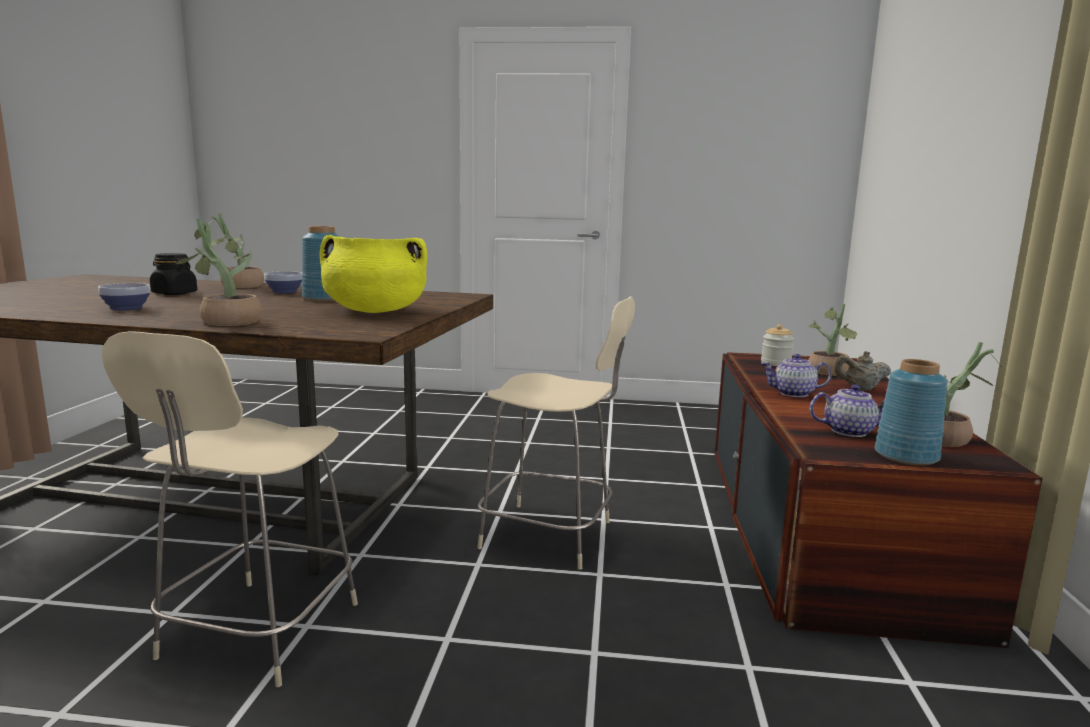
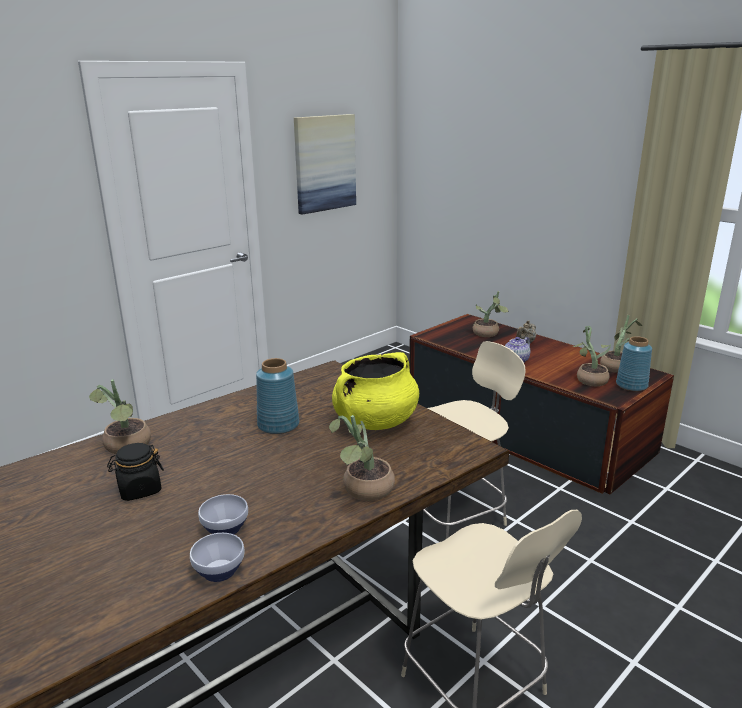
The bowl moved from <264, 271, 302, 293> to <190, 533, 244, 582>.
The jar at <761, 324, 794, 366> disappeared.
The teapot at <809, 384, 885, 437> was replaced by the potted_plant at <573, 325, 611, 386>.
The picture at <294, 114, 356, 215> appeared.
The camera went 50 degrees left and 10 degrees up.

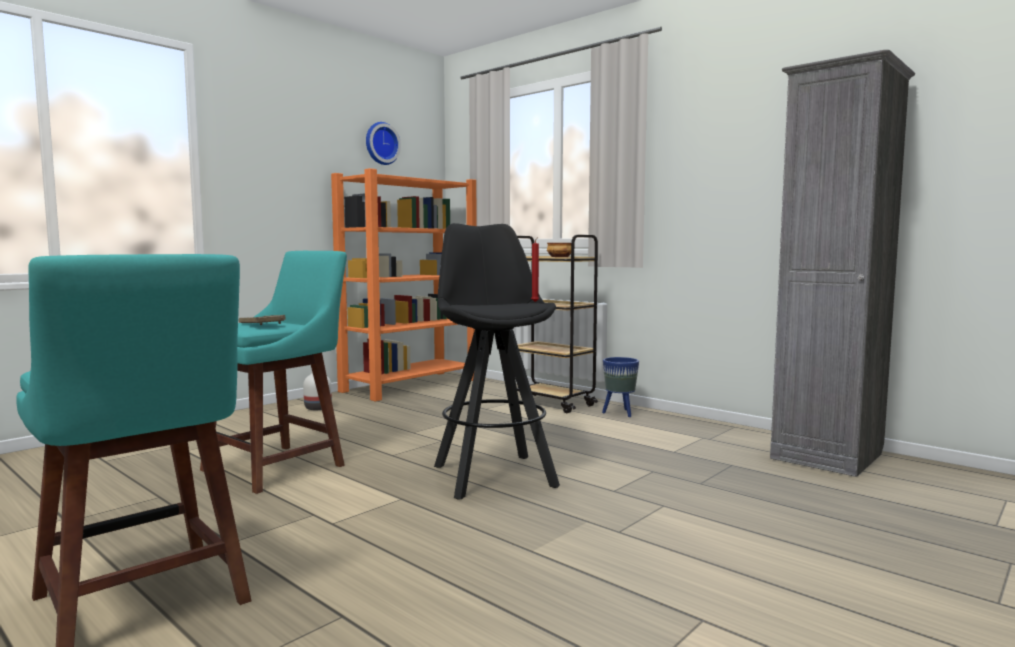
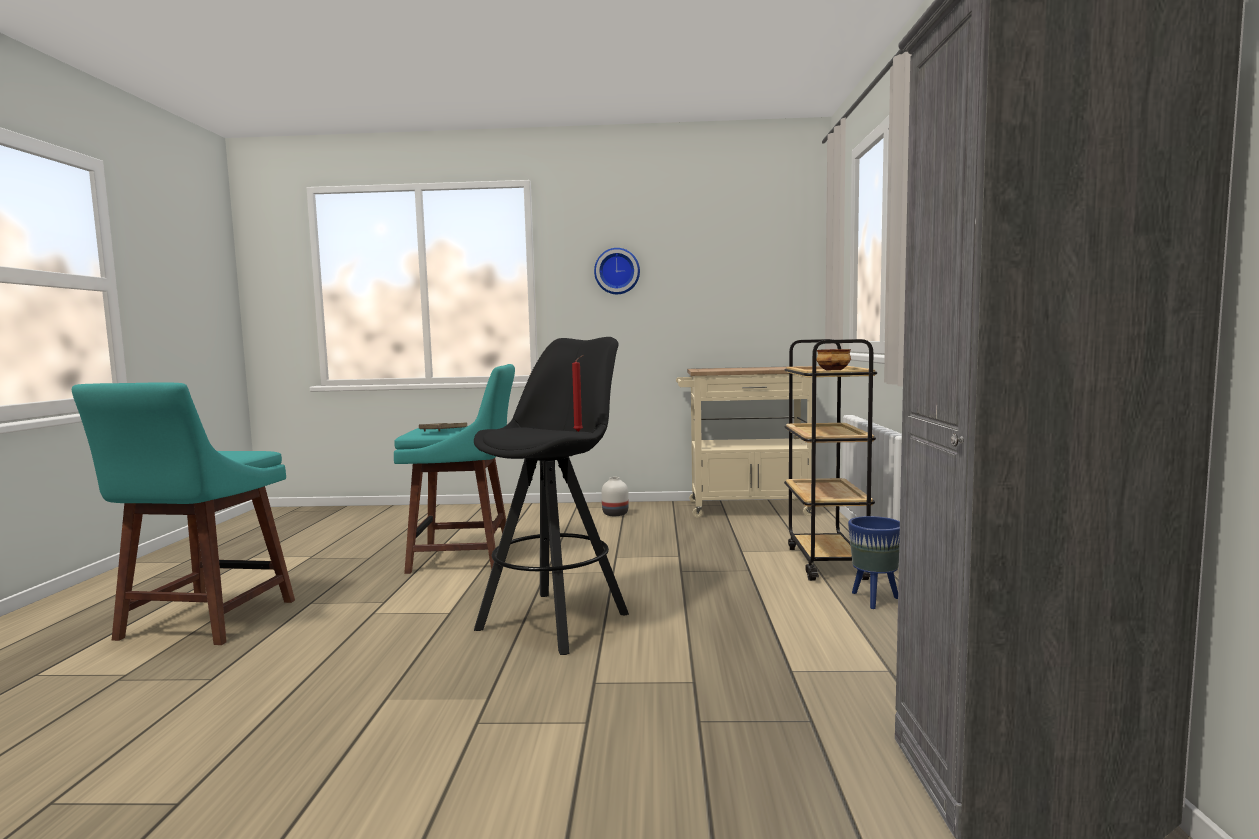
The orange_bookcase at <331, 168, 477, 401> was replaced by the beige_cart at <676, 366, 812, 518>.
The wall_clock moved from <366, 122, 401, 165> to <594, 248, 640, 294>.
The camera went 50 degrees right and 0 degrees up.

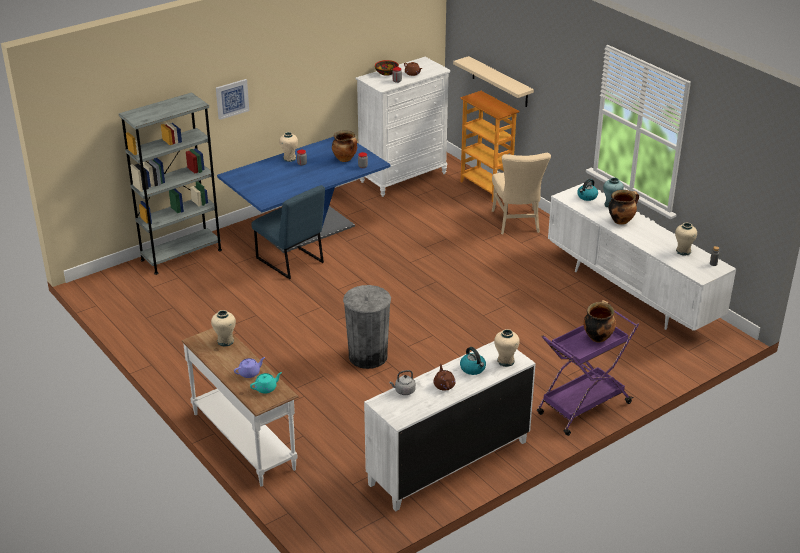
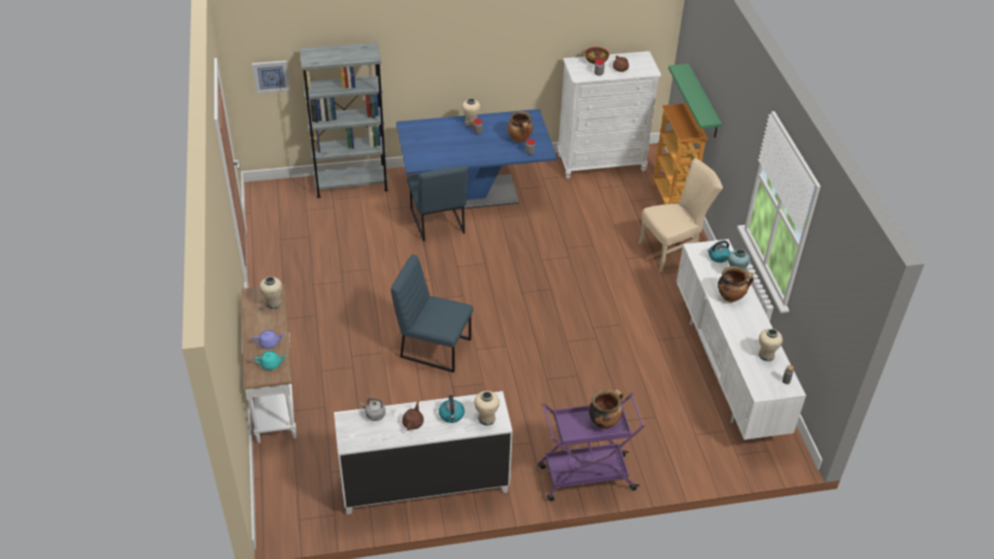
The picture moved from <216, 79, 249, 120> to <252, 61, 290, 93>.
The grey_trash_can at <343, 285, 391, 369> was replaced by the blue_chair at <391, 254, 473, 373>.
The beige_shelf at <453, 56, 534, 107> became the green_shelf at <668, 64, 722, 138>.
The beige_chair at <492, 153, 551, 234> turned 135 degrees counterclockwise.
The camera went 25 degrees right and 10 degrees up.

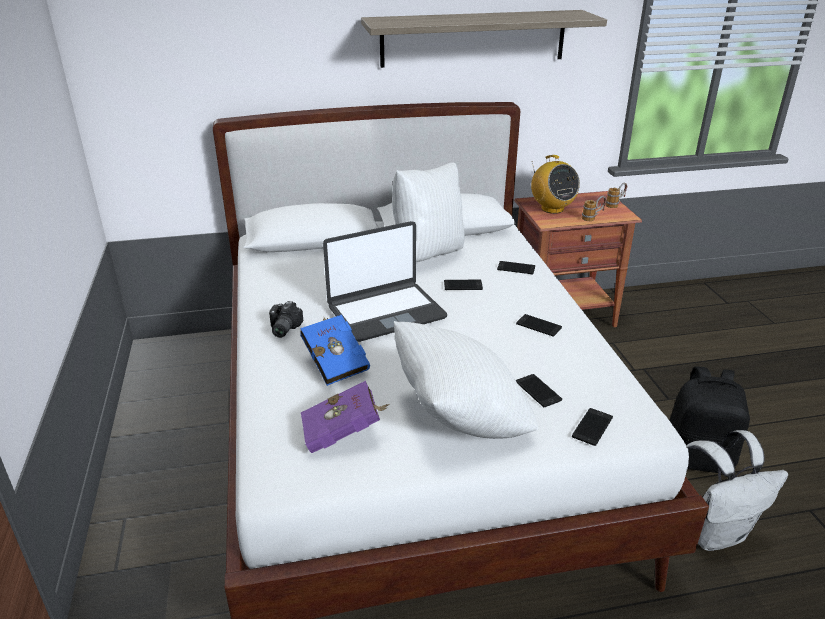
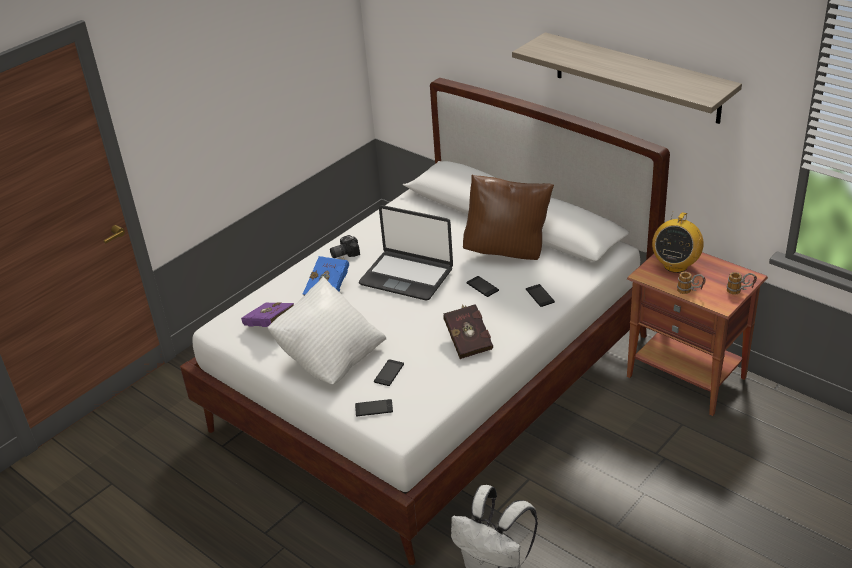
The white_pillow at <392, 162, 465, 262> became the brown_pillow at <463, 175, 554, 260>.
The phone at <516, 314, 562, 337> was replaced by the red_book at <443, 304, 493, 359>.
The black_backpack at <669, 366, 750, 474> disappeared.
The camera went 55 degrees right and 5 degrees up.

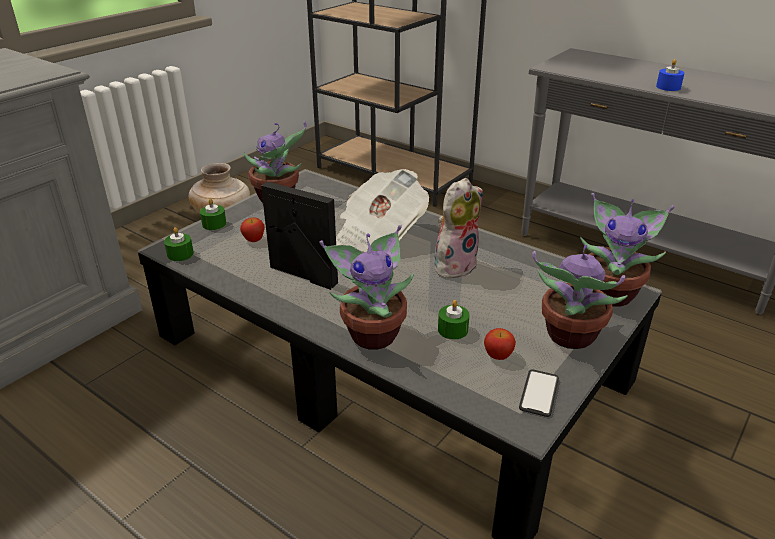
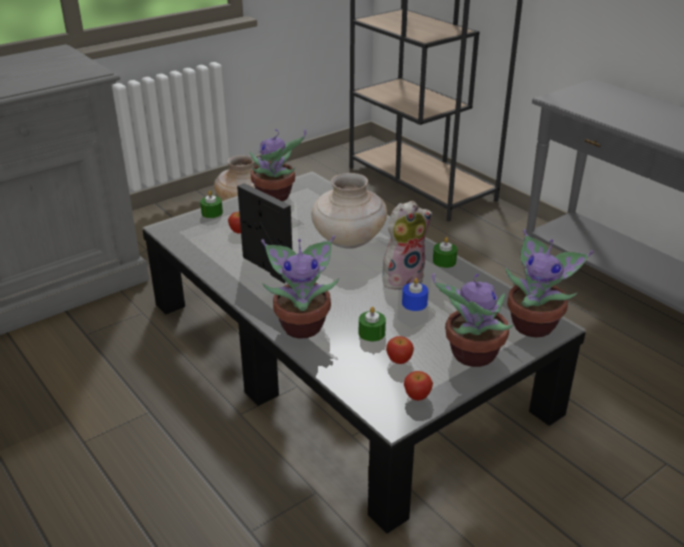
The green_candle moved from <164, 227, 194, 261> to <433, 237, 457, 268>.
The newspaper at <336, 169, 429, 252> was replaced by the beige_vase at <311, 173, 387, 249>.
The phone at <519, 369, 559, 417> was replaced by the apple at <404, 371, 433, 401>.
The blue_candle moved from <656, 59, 685, 91> to <402, 278, 428, 311>.
The camera went 15 degrees right and 0 degrees up.

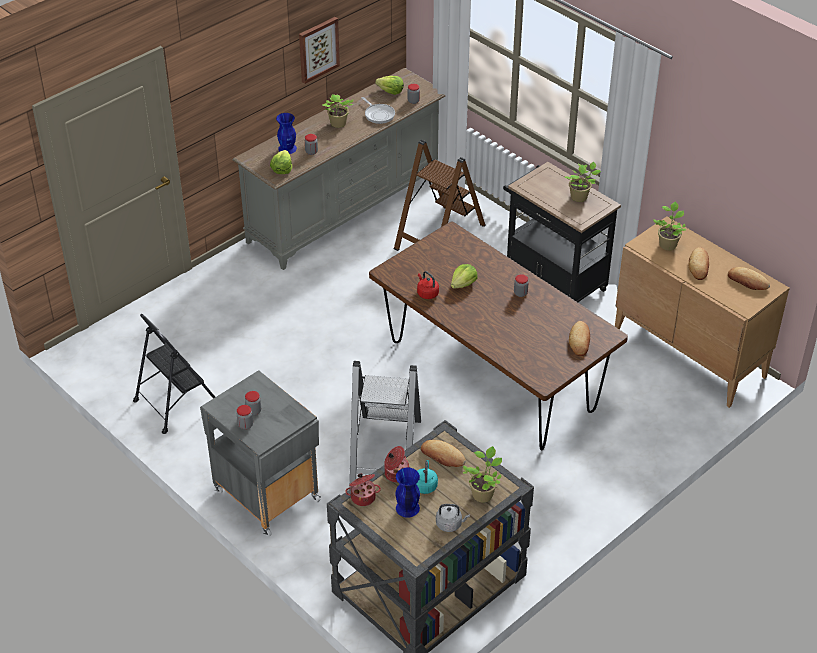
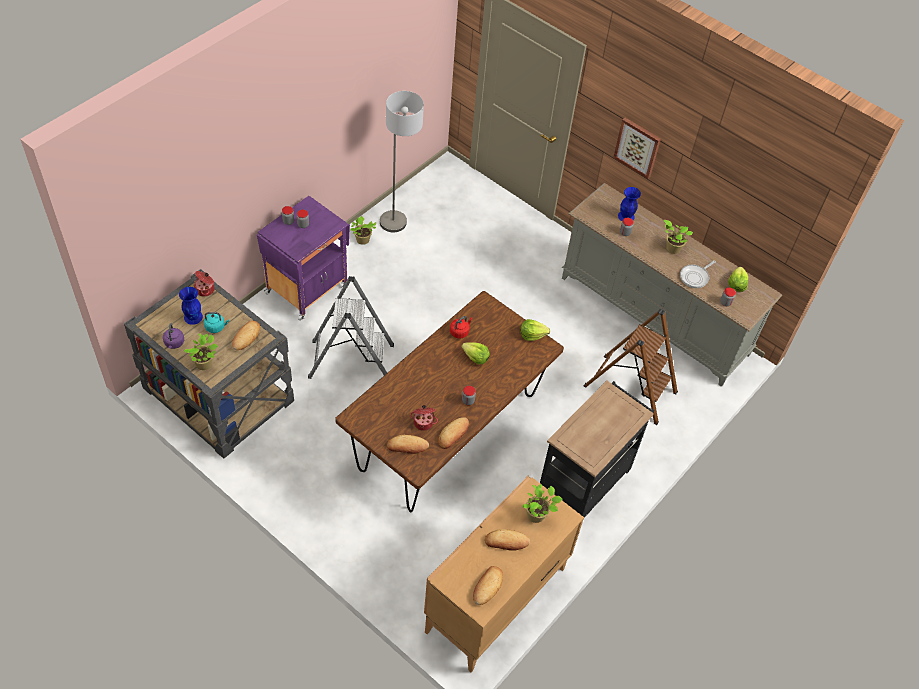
The black_step_ladder at <133, 314, 215, 434> was replaced by the grey_floor_lamp at <380, 91, 424, 232>.
The grey_cart at <200, 371, 321, 537> became the purple_cart at <257, 196, 350, 321>.
The lettuce moved from <270, 150, 292, 174> to <521, 319, 550, 341>.
The picture moved from <299, 17, 340, 84> to <613, 118, 661, 179>.
The cooking_pot moved from <384, 446, 410, 483> to <410, 405, 438, 431>.
The grey_kettle at <436, 504, 470, 532> became the purple_kettle at <163, 323, 184, 349>.
The potted_plant moved from <564, 162, 601, 202> to <350, 216, 376, 245>.
The bread at <438, 417, 469, 449> appeared.
The camera went 80 degrees right and 10 degrees up.

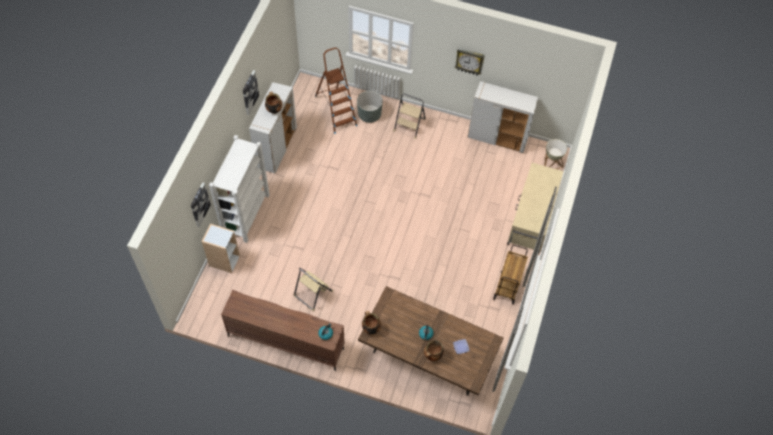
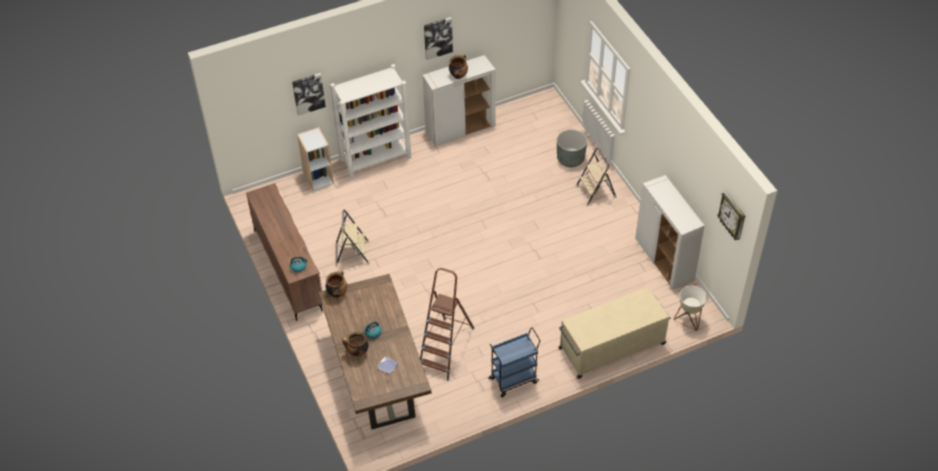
The brown_step_ladder moved from <315, 48, 357, 134> to <420, 268, 474, 381>.
The wall_clock moved from <455, 48, 485, 76> to <717, 191, 745, 240>.
The brown_cart at <493, 245, 528, 304> became the blue_cart at <488, 328, 540, 398>.
The camera went 50 degrees right and 10 degrees down.

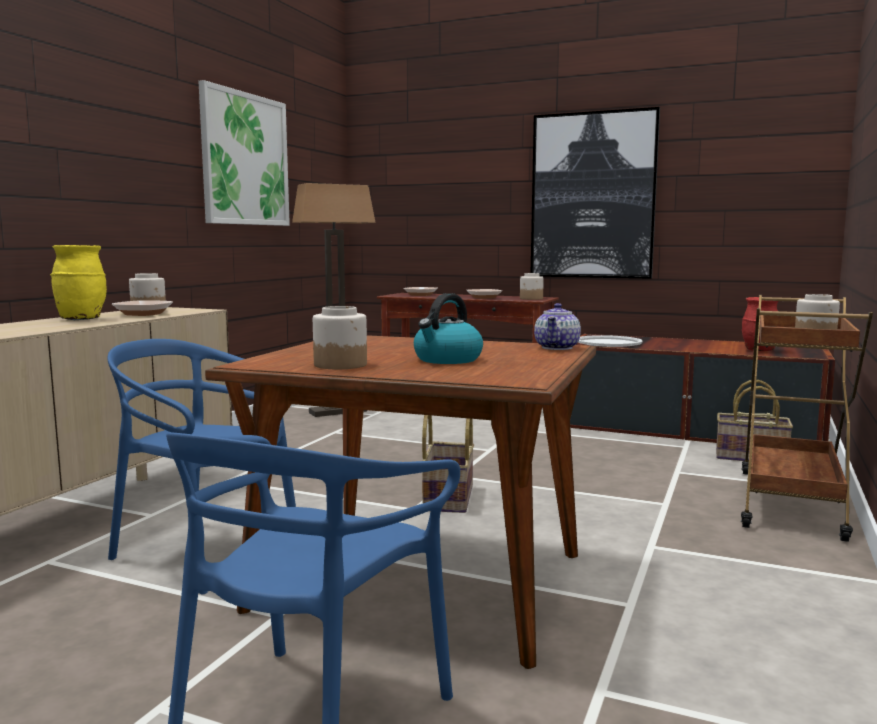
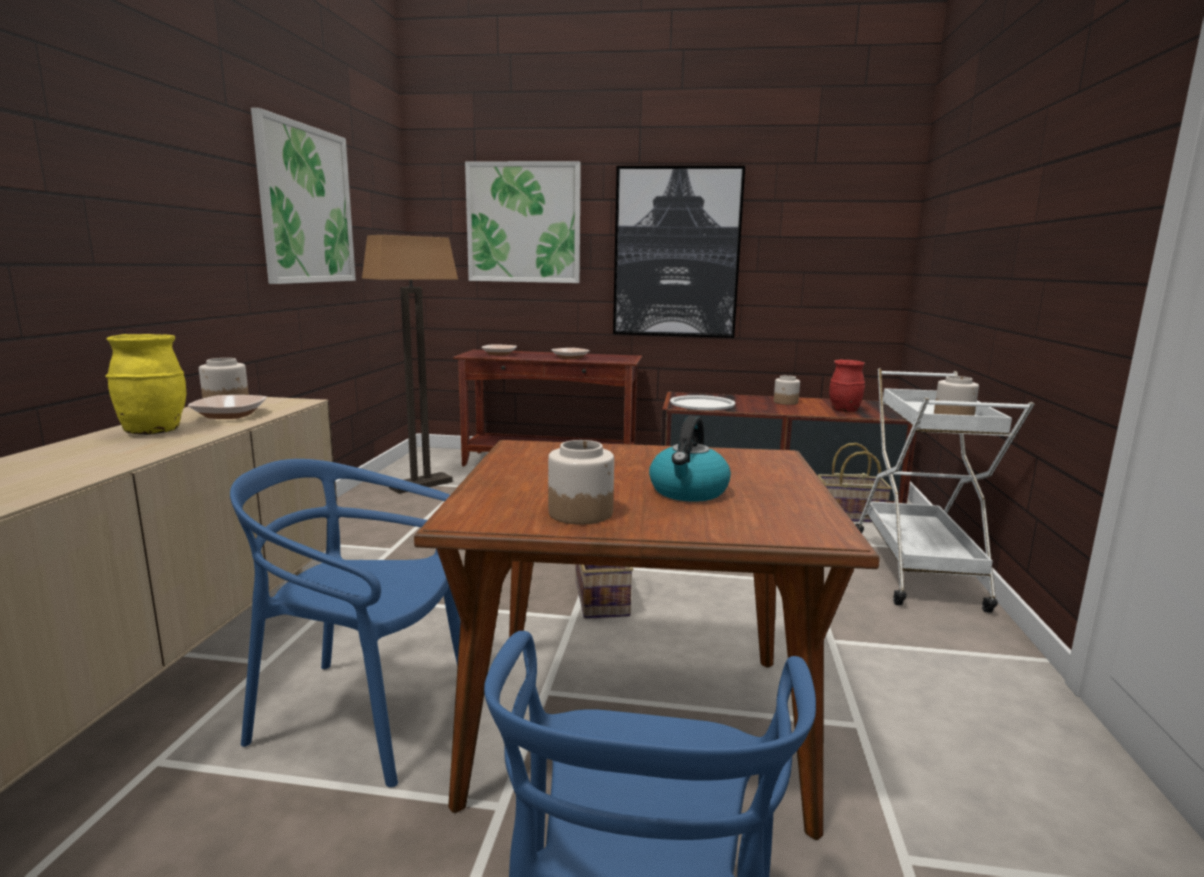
The jar moved from <520, 273, 544, 300> to <774, 375, 800, 405>.
The teapot at <534, 303, 581, 350> disappeared.
The brown_cart at <741, 295, 873, 542> became the white_cart at <855, 368, 1035, 613>.
The picture at <465, 161, 581, 283> appeared.
The camera went 15 degrees left and 5 degrees up.

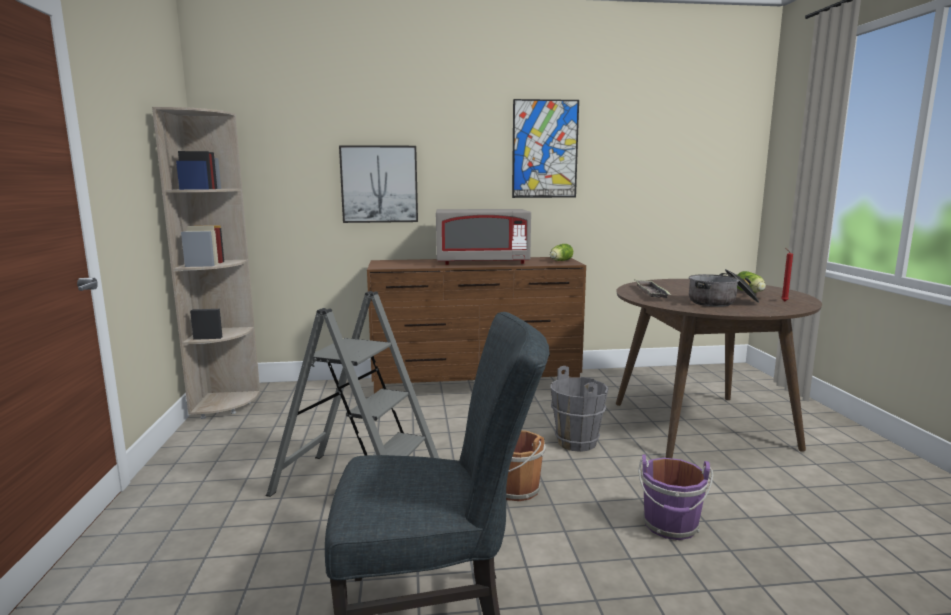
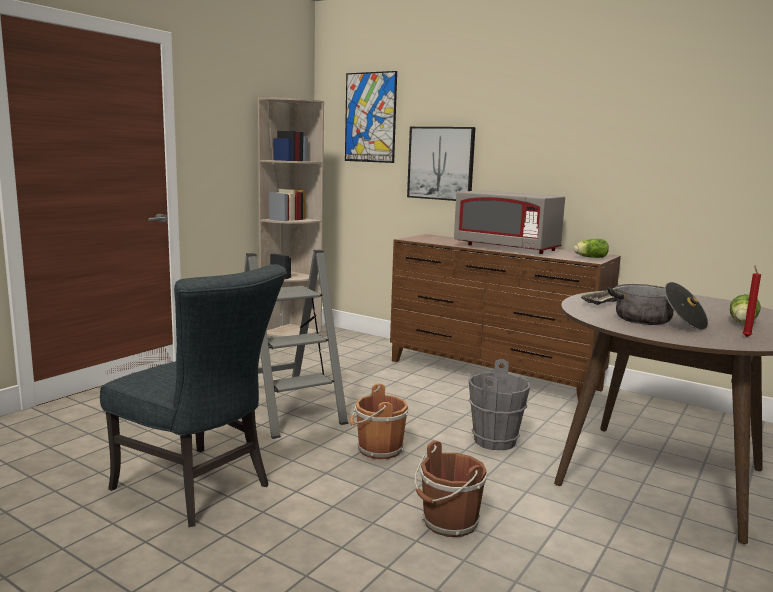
The picture moved from <512, 99, 579, 198> to <345, 71, 397, 163>.
The purple_bucket at <638, 454, 713, 540> became the brown_bucket at <415, 441, 488, 537>.
The camera went 40 degrees right and 0 degrees up.

